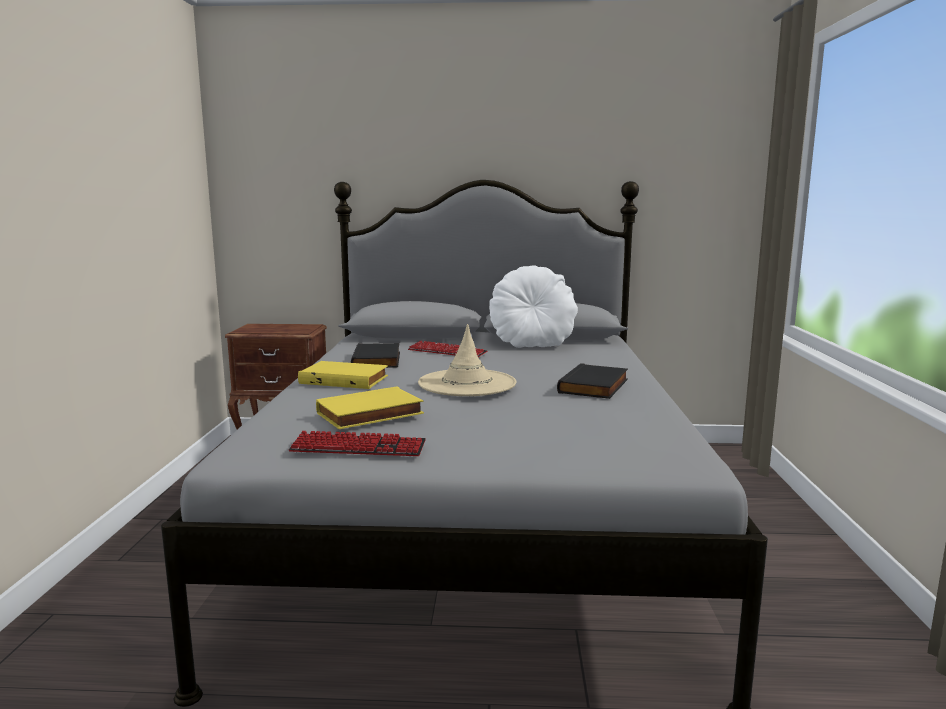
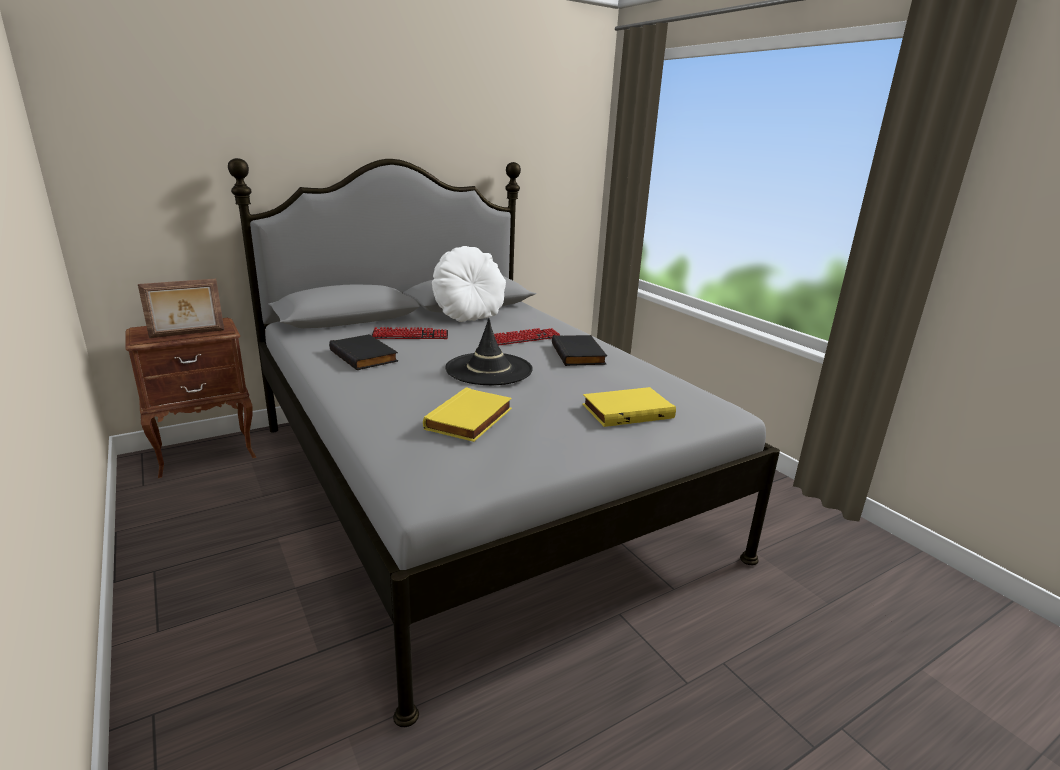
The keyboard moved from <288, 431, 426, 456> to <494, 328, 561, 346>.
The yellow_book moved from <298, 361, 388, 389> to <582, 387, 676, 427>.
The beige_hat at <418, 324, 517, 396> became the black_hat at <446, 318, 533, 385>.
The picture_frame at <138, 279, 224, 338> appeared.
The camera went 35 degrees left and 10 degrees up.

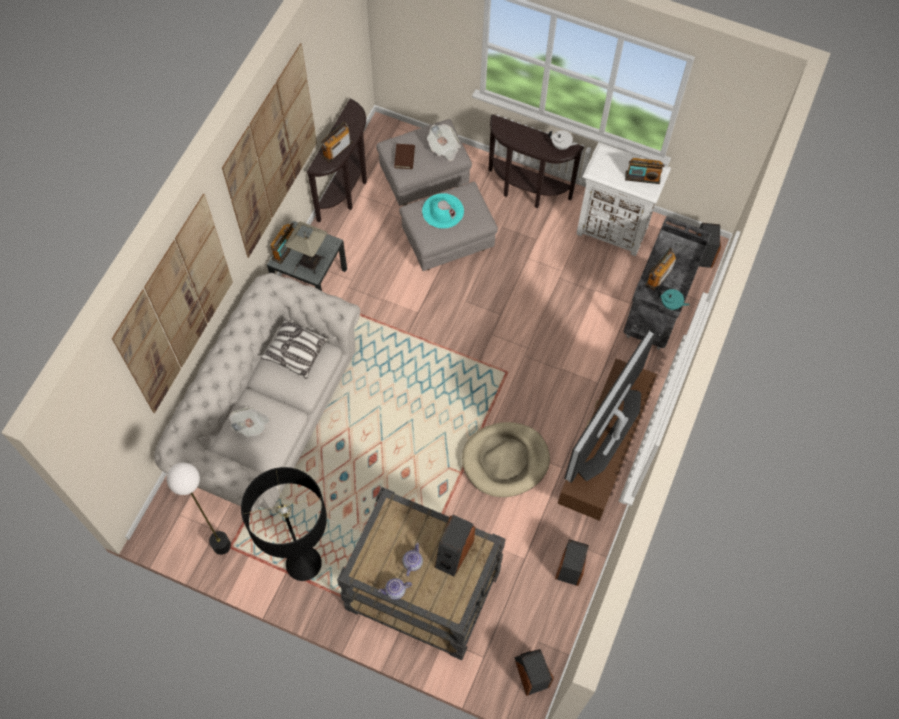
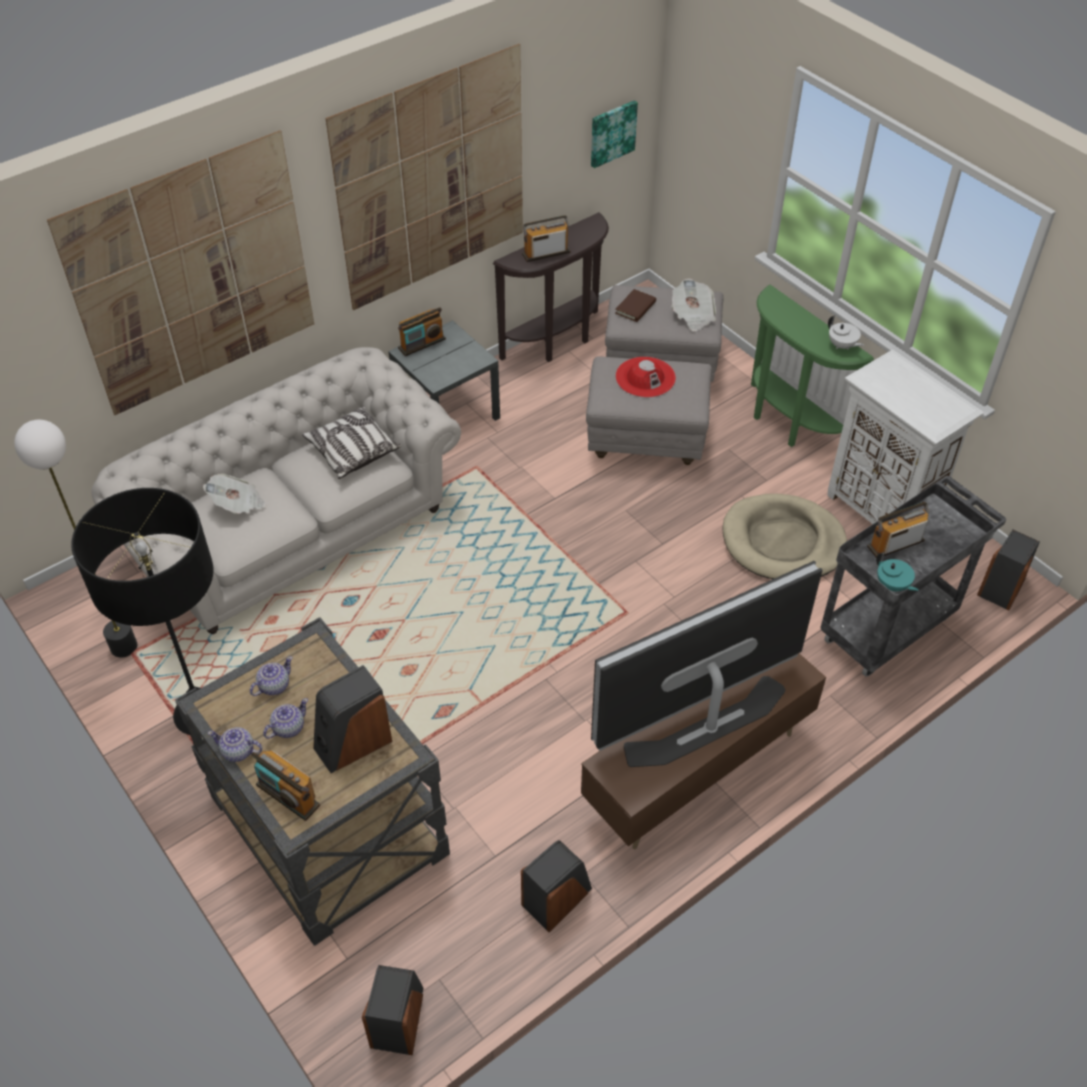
The table_lamp at <285, 221, 327, 274> disappeared.
The turquoise_hat at <422, 193, 464, 229> became the red_hat at <615, 357, 676, 397>.
The beige_dog_bed moved from <462, 422, 550, 497> to <722, 494, 847, 579>.
The brown_console_table at <488, 115, 584, 208> became the green_console_table at <751, 285, 874, 447>.
The radio moved from <625, 158, 665, 184> to <251, 750, 320, 821>.
The teapot at <250, 656, 293, 696> appeared.
The picture at <591, 100, 638, 168> appeared.
The camera went 30 degrees right and 15 degrees down.

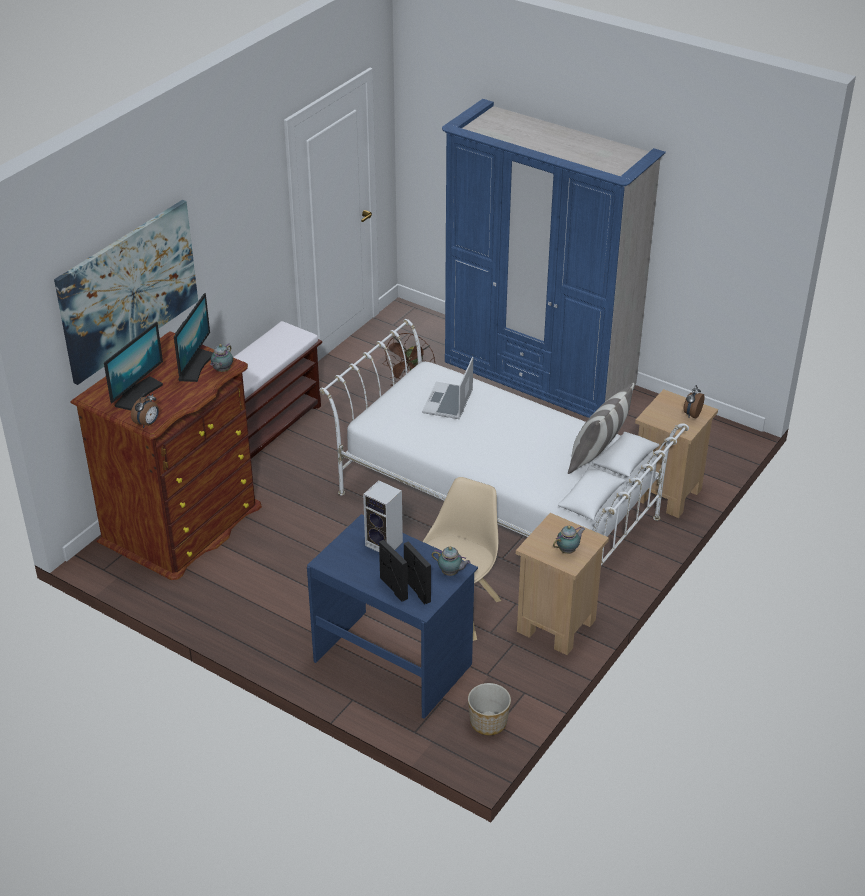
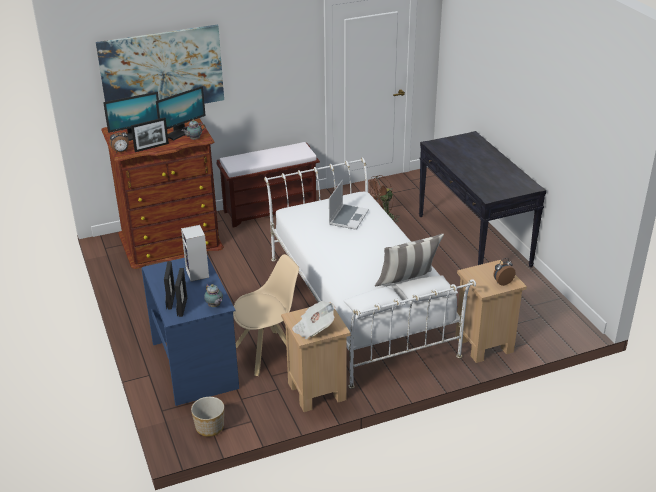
The laptop at <422, 357, 473, 419> turned 150 degrees clockwise.
The blue_wardrobe at <442, 99, 666, 418> was replaced by the black_console_table at <419, 131, 546, 268>.
The teapot at <553, 526, 585, 554> was replaced by the newspaper at <292, 301, 335, 339>.
The picture_frame at <131, 117, 169, 152> appeared.
The camera went 35 degrees right and 5 degrees down.

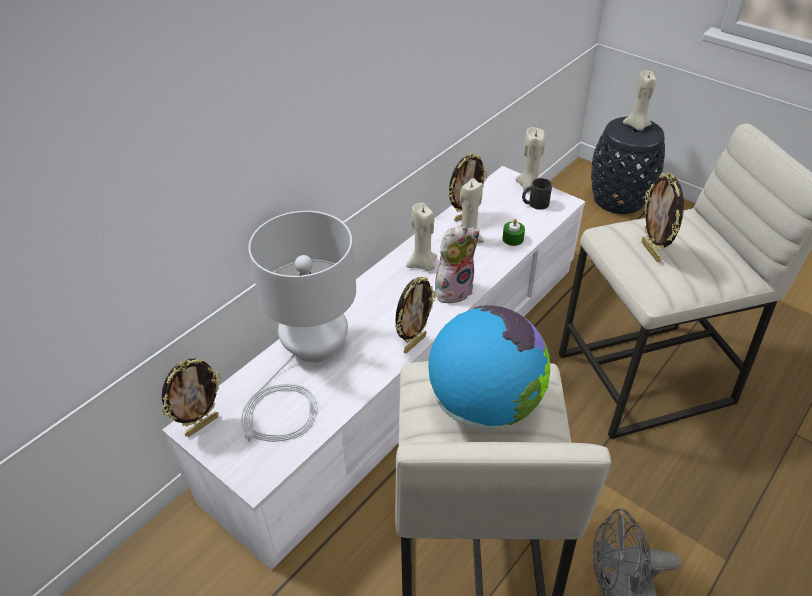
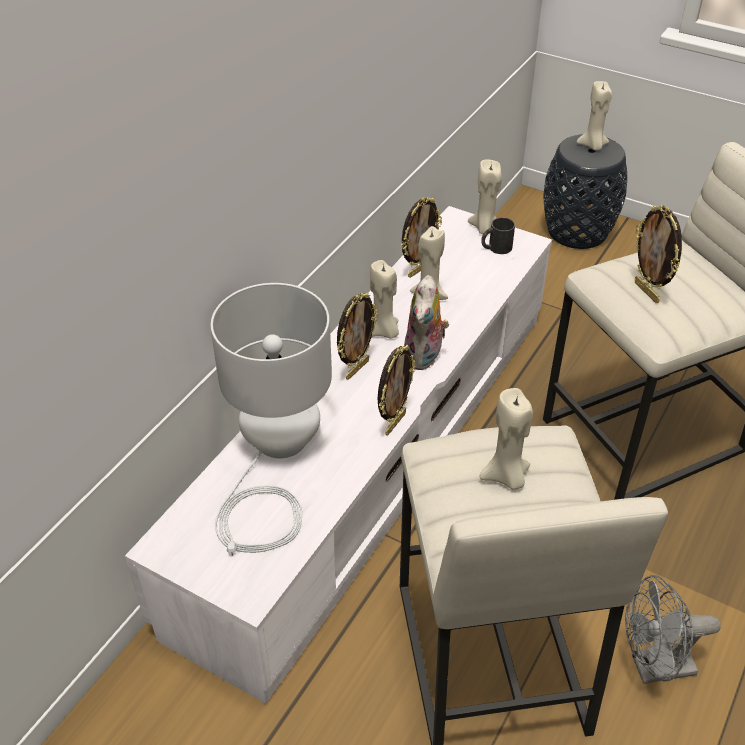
The picture_frame moved from <161, 358, 221, 437> to <337, 293, 378, 380>.
The globe at <428, 305, 550, 430> was replaced by the beige_candle at <479, 388, 533, 489>.
The plush_toy at <435, 224, 479, 303> turned 150 degrees clockwise.
The green_candle at <502, 219, 525, 246> disappeared.
The camera went 10 degrees left and 0 degrees up.

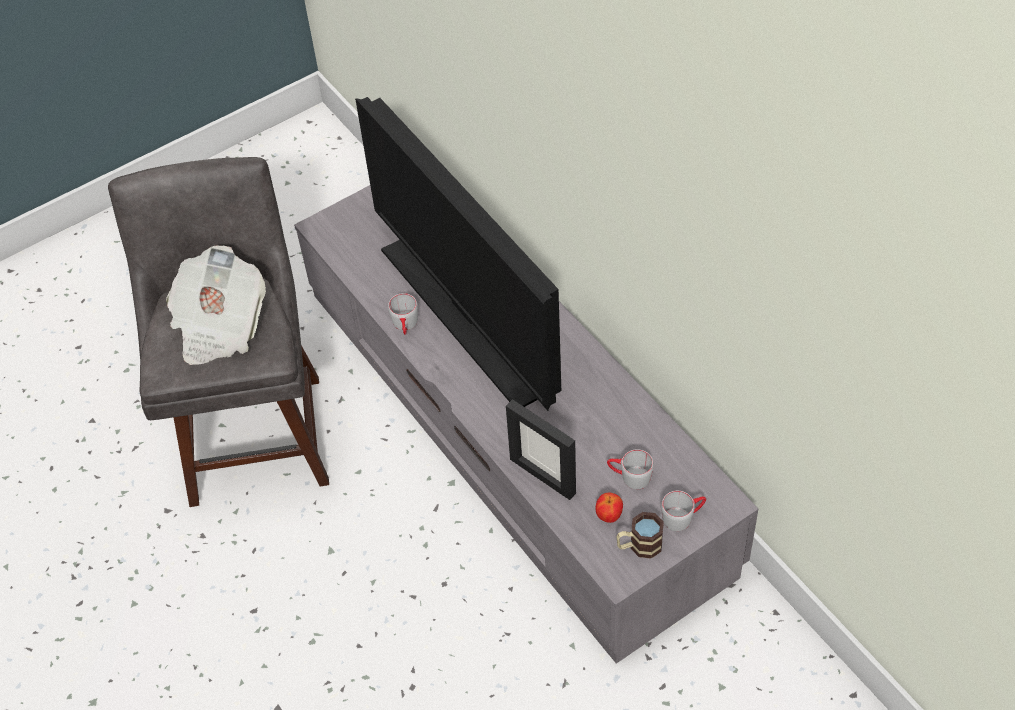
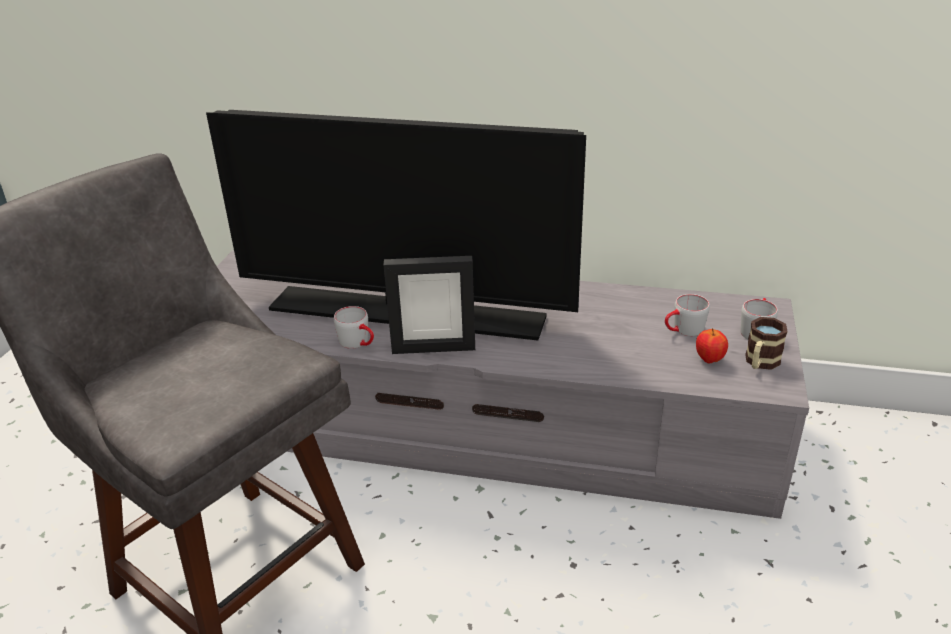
The newspaper at <166, 245, 266, 365> disappeared.
The picture_frame moved from <506, 399, 576, 500> to <383, 256, 475, 354>.
The camera went 45 degrees left and 20 degrees down.

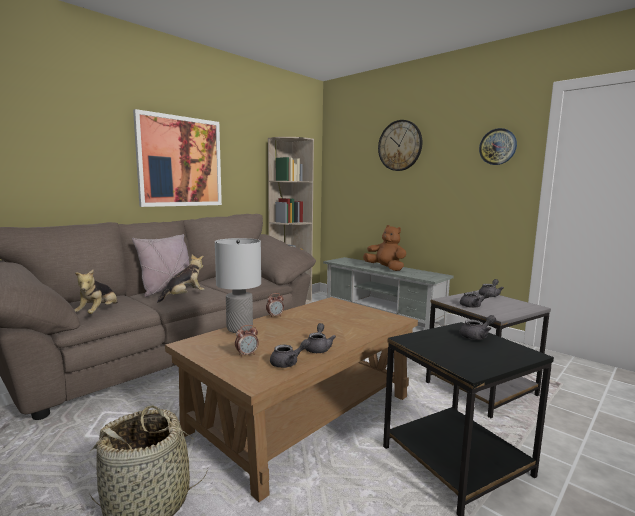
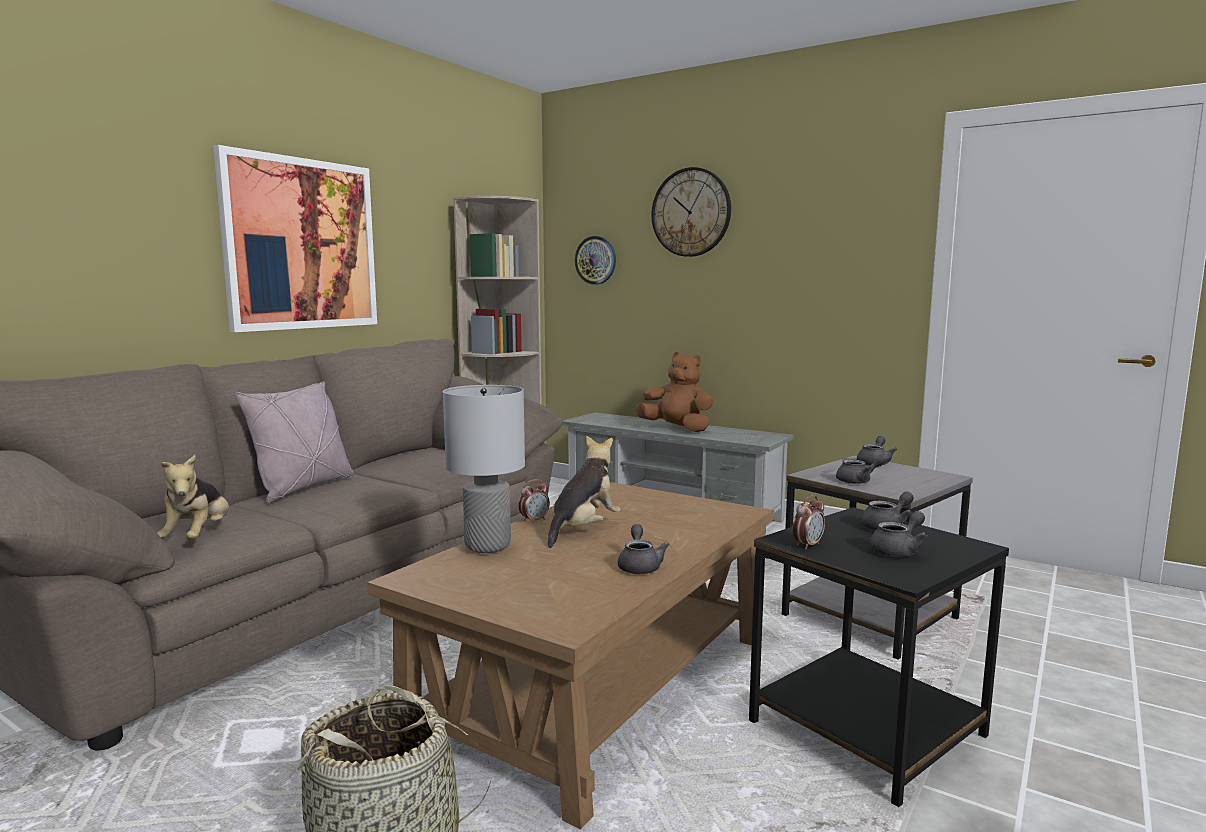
The plush_toy moved from <157, 255, 204, 303> to <548, 436, 621, 548>.
The alarm_clock moved from <235, 325, 259, 357> to <793, 495, 825, 549>.
The grey_teapot moved from <270, 339, 310, 368> to <869, 511, 928, 557>.
The wall_clock moved from <479, 128, 517, 165> to <575, 236, 616, 284>.
The camera went 10 degrees left and 0 degrees up.

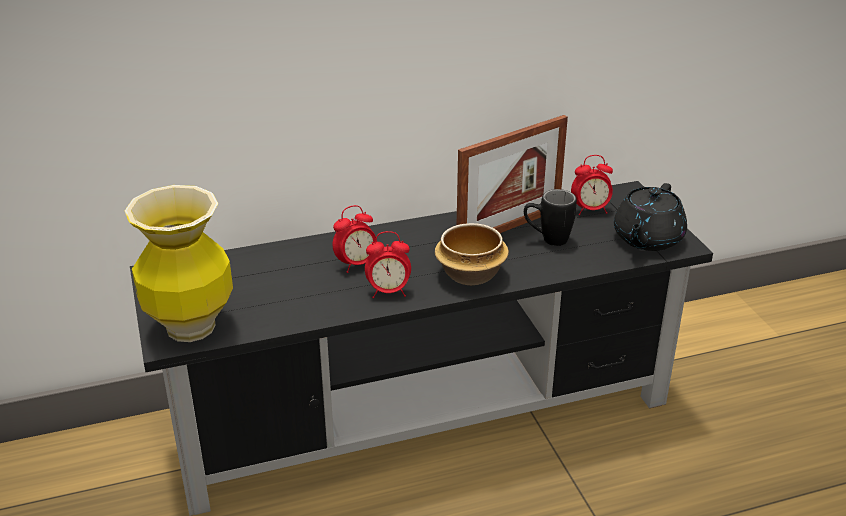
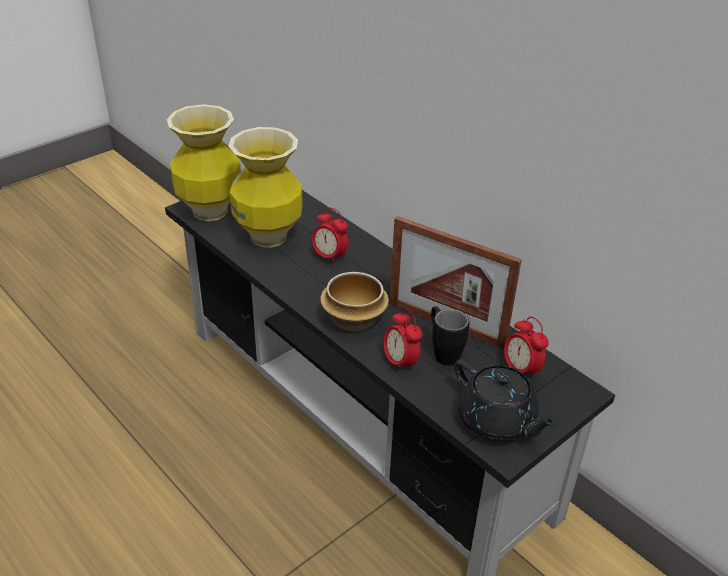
The alarm_clock moved from <365, 231, 411, 298> to <383, 309, 423, 375>.
The black_teapot at <614, 183, 687, 251> turned 135 degrees counterclockwise.
The vase at <229, 127, 303, 248> appeared.
The camera went 65 degrees right and 5 degrees up.

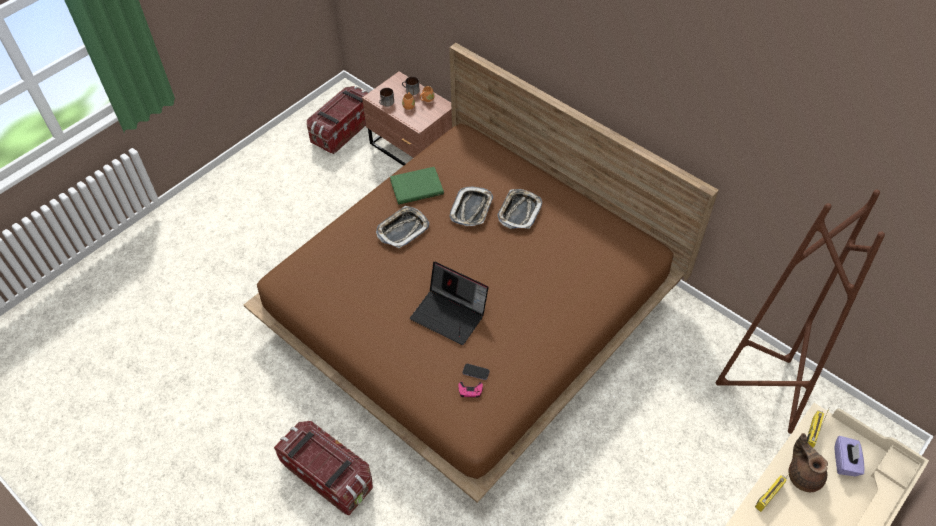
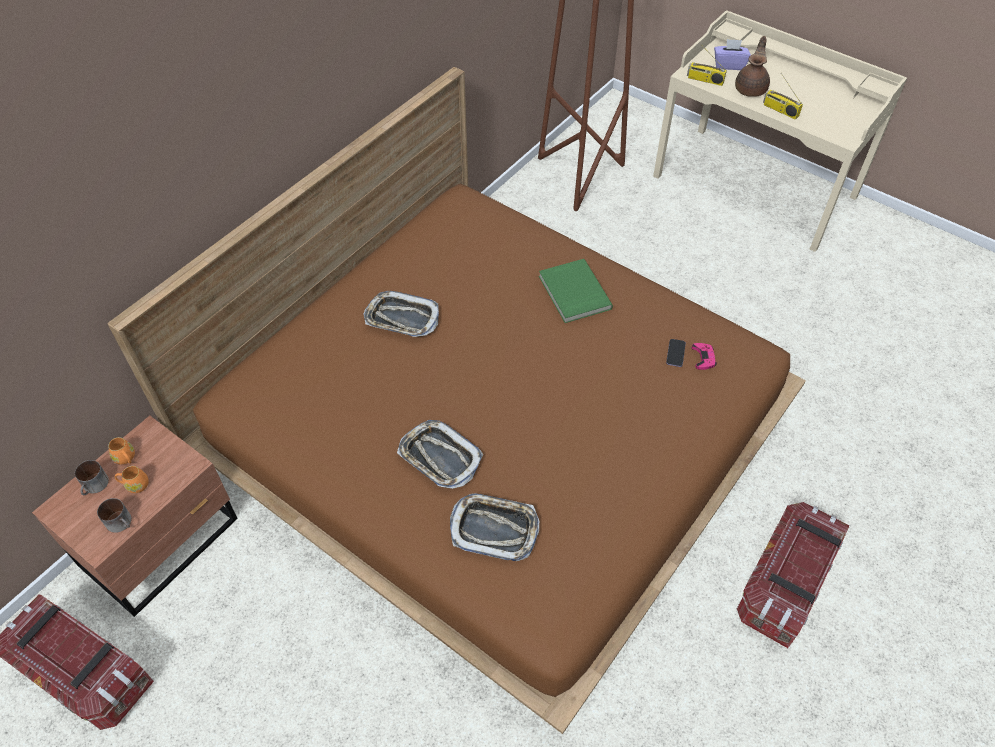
The green_book moved from <390, 167, 444, 205> to <539, 259, 613, 323>.
The laptop at <410, 262, 489, 345> disappeared.
The tray moved from <450, 186, 493, 226> to <450, 493, 539, 561>.
The brown_teapot at <788, 433, 828, 492> turned 135 degrees clockwise.
The camera went 95 degrees left and 0 degrees up.

